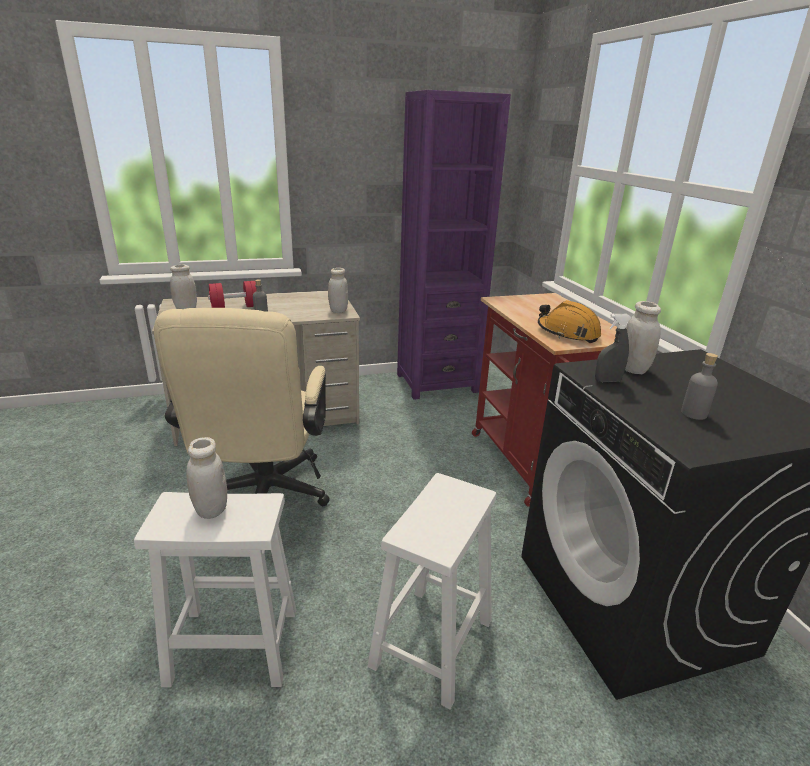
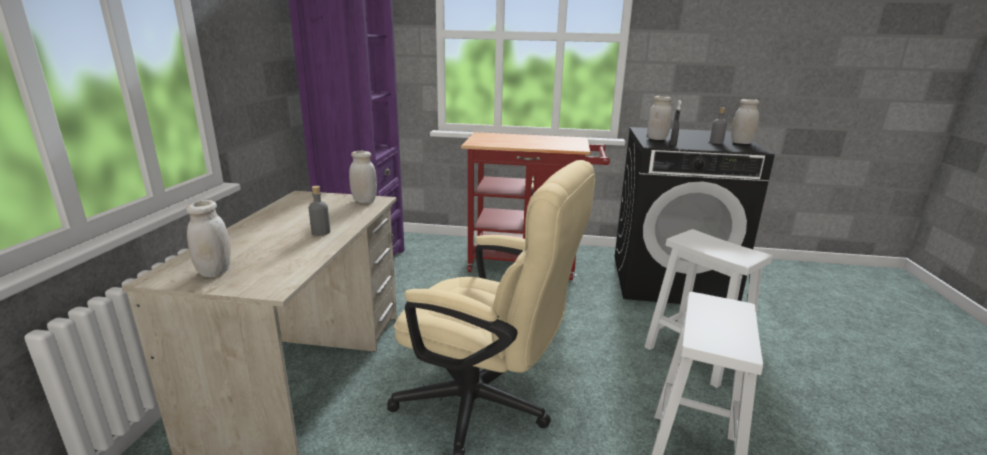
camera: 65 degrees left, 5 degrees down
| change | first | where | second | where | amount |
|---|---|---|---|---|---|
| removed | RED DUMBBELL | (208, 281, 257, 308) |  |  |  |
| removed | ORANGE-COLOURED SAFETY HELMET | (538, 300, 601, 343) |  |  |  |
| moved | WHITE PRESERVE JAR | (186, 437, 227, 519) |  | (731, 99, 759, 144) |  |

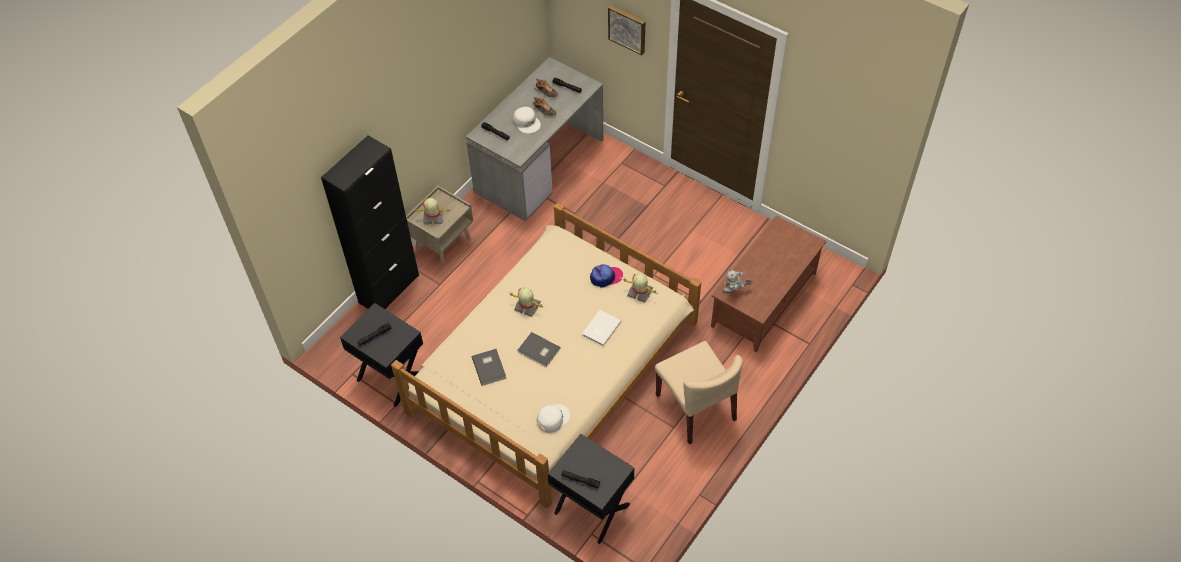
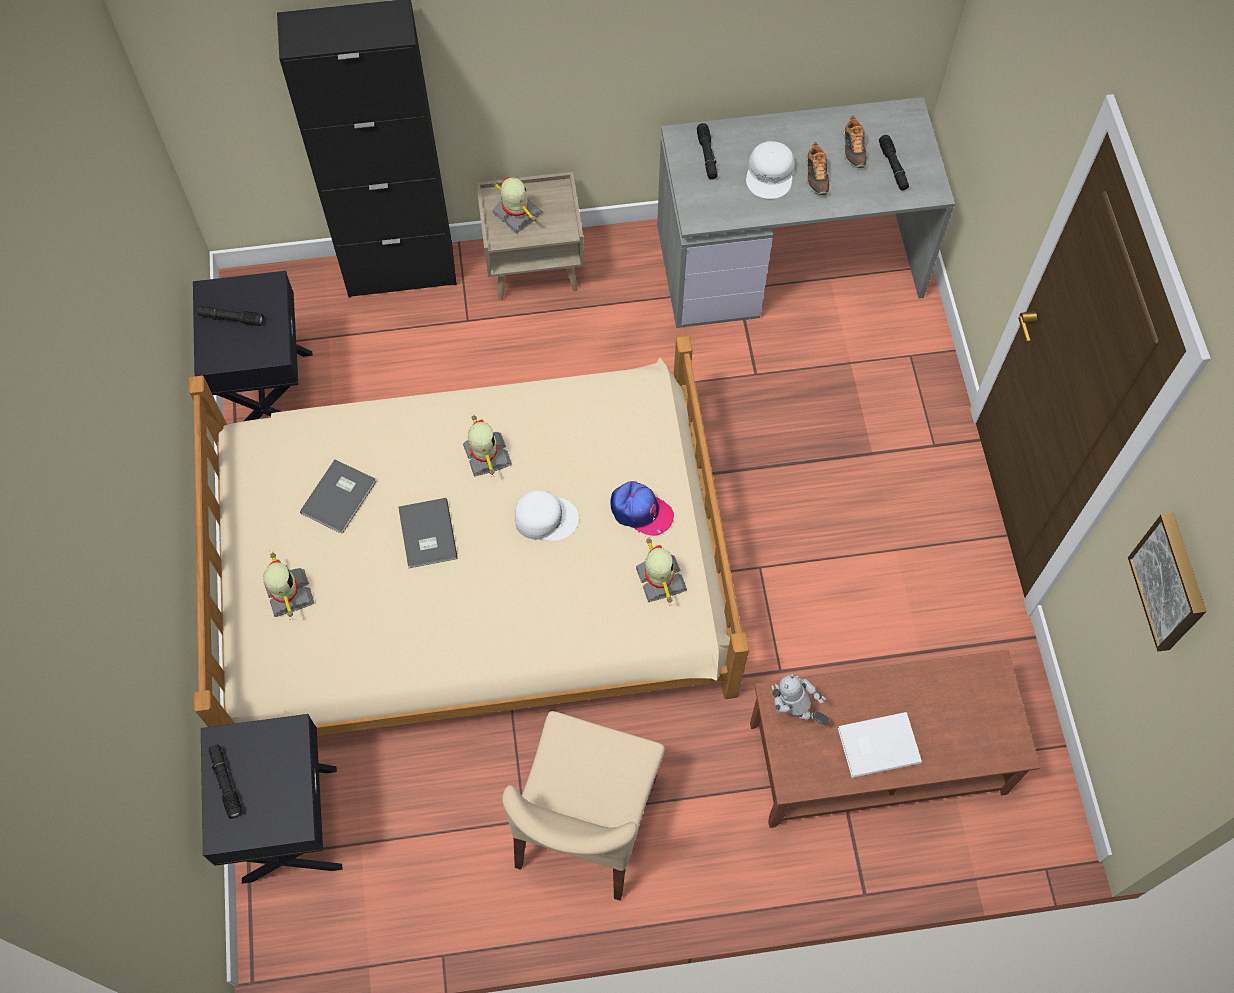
camera: 45 degrees right, 10 degrees up
| change | first | where | second | where | amount |
|---|---|---|---|---|---|
| added |  |  | TOY ROBOT | (263, 551, 314, 620) |  |
| moved | WHITE CAP | (537, 404, 570, 433) |  | (515, 490, 579, 541) |  |
| moved | WHITE BOOK | (582, 310, 621, 346) |  | (838, 712, 922, 778) |  |
| moved | WALL ART | (608, 5, 646, 55) |  | (1128, 513, 1206, 652) |  |

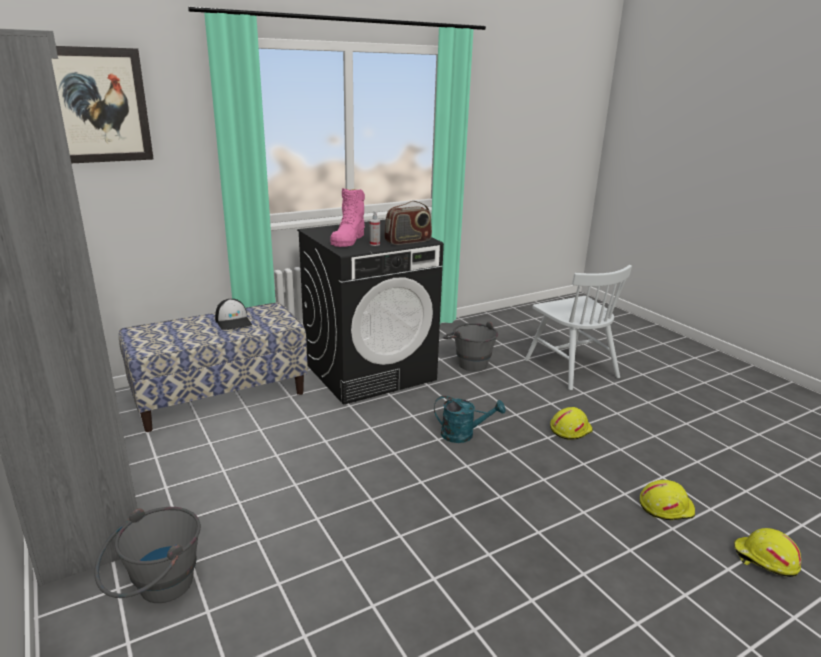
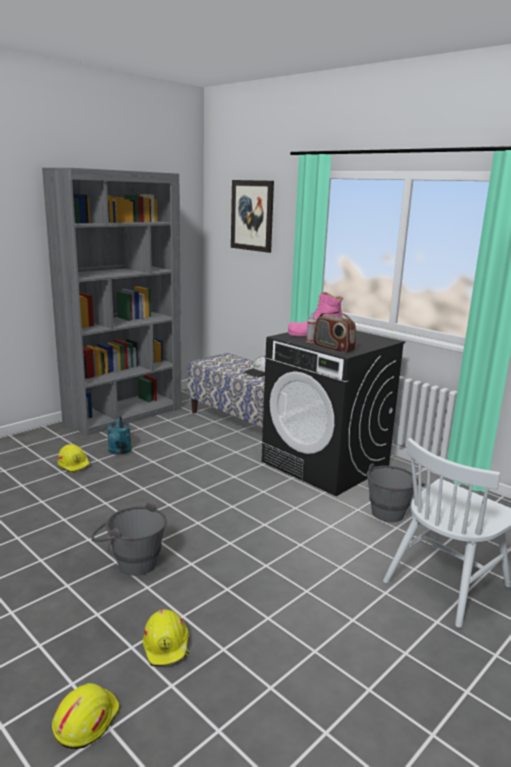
camera: 75 degrees right, 5 degrees down
| change | first | where | second | where | amount |
|---|---|---|---|---|---|
| moved | GREY WATER BUCKET | (94, 507, 201, 603) |  | (91, 502, 167, 576) |  |
| moved | TURQUOISE WATERING POT | (434, 396, 506, 443) |  | (107, 415, 132, 455) |  |
| moved | YELLOWISH SAFETY HELMET | (550, 407, 593, 440) |  | (57, 444, 90, 473) |  |

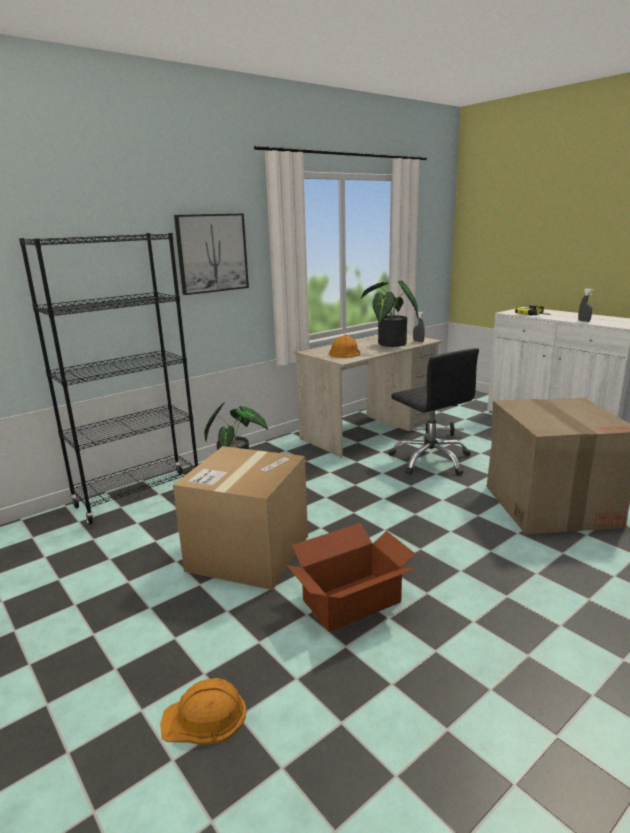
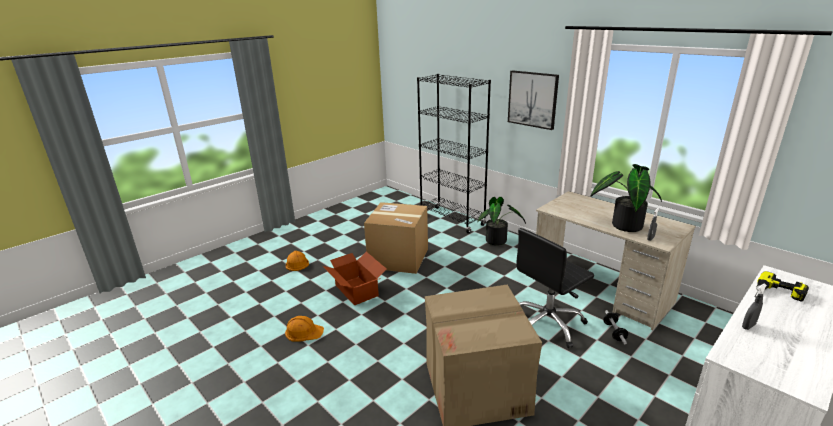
camera: 85 degrees right, 5 degrees up
| change | first | where | second | where | amount |
|---|---|---|---|---|---|
| moved | ORANGE-COLOURED SAFETY HELMET | (329, 335, 360, 358) |  | (285, 316, 324, 342) |  |

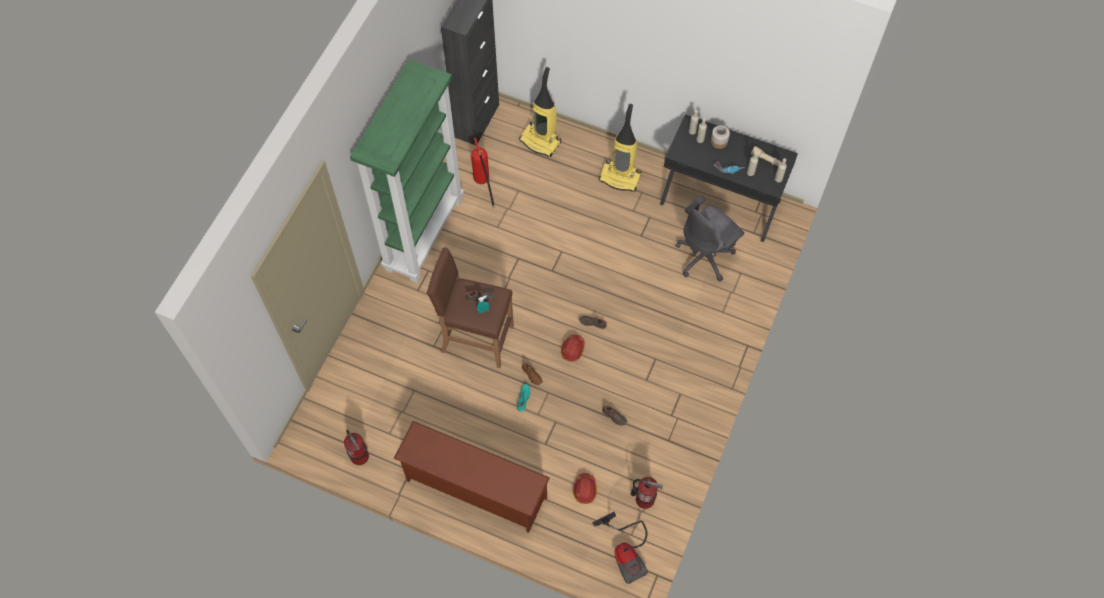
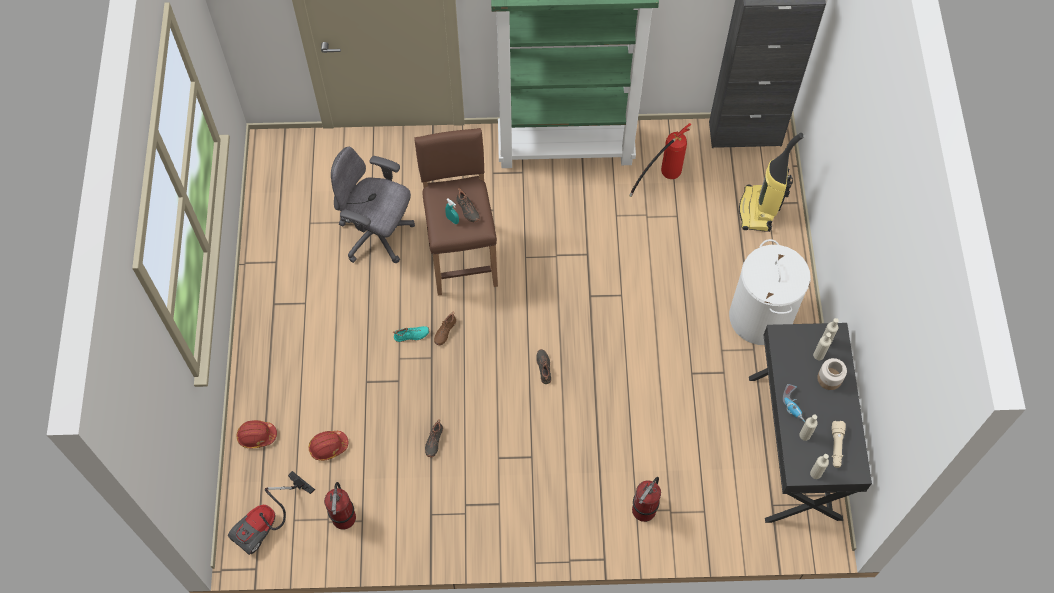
camera: 65 degrees right, 0 degrees up
| change | first | where | second | where | amount |
|---|---|---|---|---|---|
| removed | BROWNISH SHOE SHELF | (394, 421, 550, 533) |  |  |  |
| moved | EXTINGUISHER | (344, 430, 369, 465) |  | (632, 477, 661, 522) |  |
| moved | RED SAFETY HELMET | (561, 335, 585, 362) |  | (237, 420, 277, 448) |  |
| moved | GREY COMPUTER CHAIR | (676, 196, 744, 281) |  | (331, 146, 415, 263) |  |
| replaced | VACUUM CLEANER | (599, 104, 642, 192) | WHITE WASHING BASKET | (729, 239, 811, 345) |  |

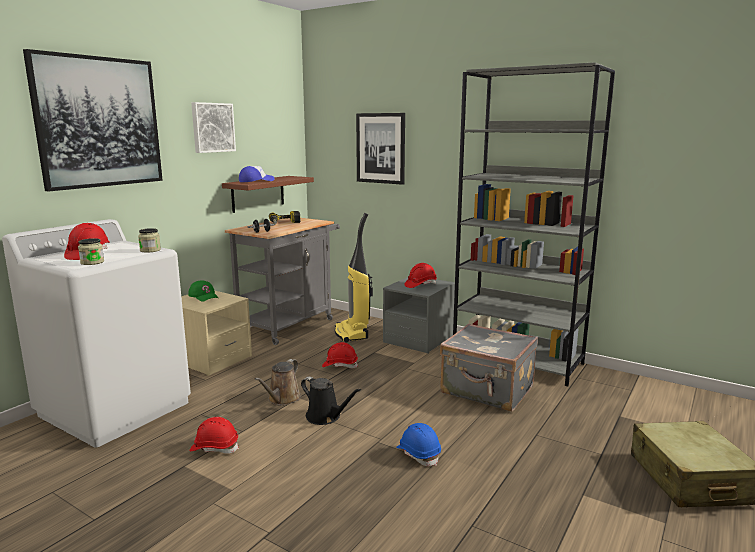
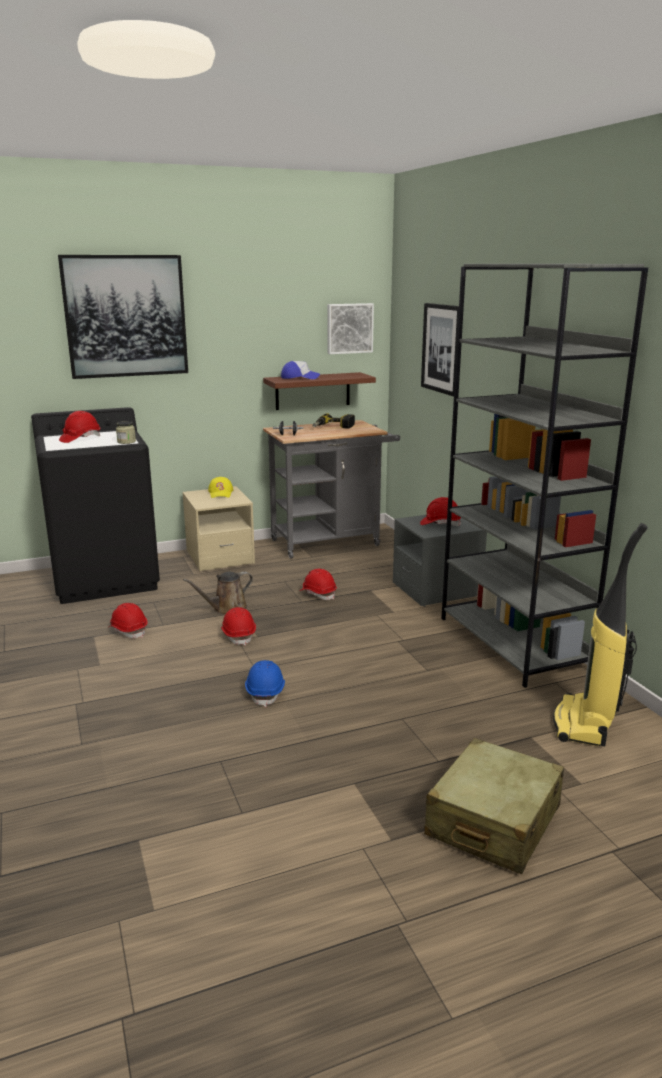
camera: 35 degrees right, 5 degrees up
| change | first | where | second | where | amount |
|---|---|---|---|---|---|
| removed | PRESERVE JAR | (78, 238, 104, 265) |  |  |  |
| removed | GREY PIECE OF LUGGAGE | (440, 323, 538, 412) |  |  |  |
| moved | WALL ART | (191, 102, 236, 153) |  | (327, 303, 374, 354) |  |
| moved | VACUUM CLEANER | (335, 213, 373, 343) |  | (553, 523, 648, 746) |  |
| replaced | BLACK WATERING POT | (301, 377, 361, 425) | RED SAFETY HELMET | (221, 607, 256, 646) |  |
| recoloured | WHITE WASHING MACHINE | (2, 219, 191, 448) | BLACK WASHING MACHINE | (31, 407, 160, 604) |  |
| recoloured | GREEN-COLOURED CAP | (188, 280, 218, 302) | YELLOWISH CAP | (208, 477, 233, 498) |  |

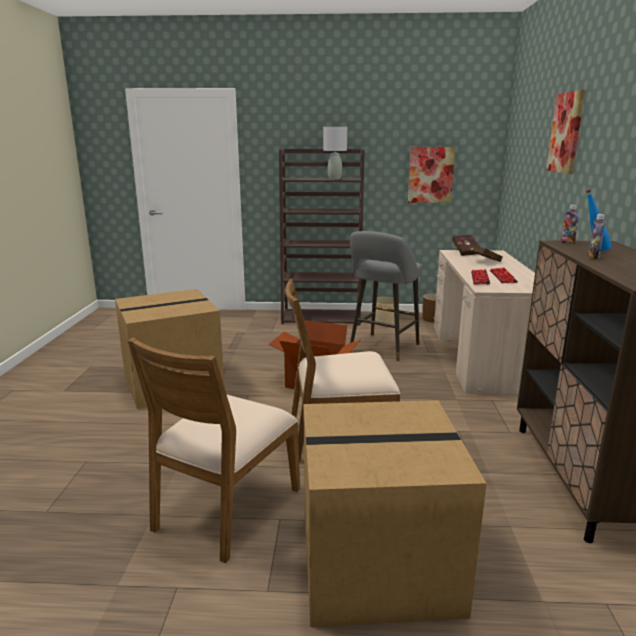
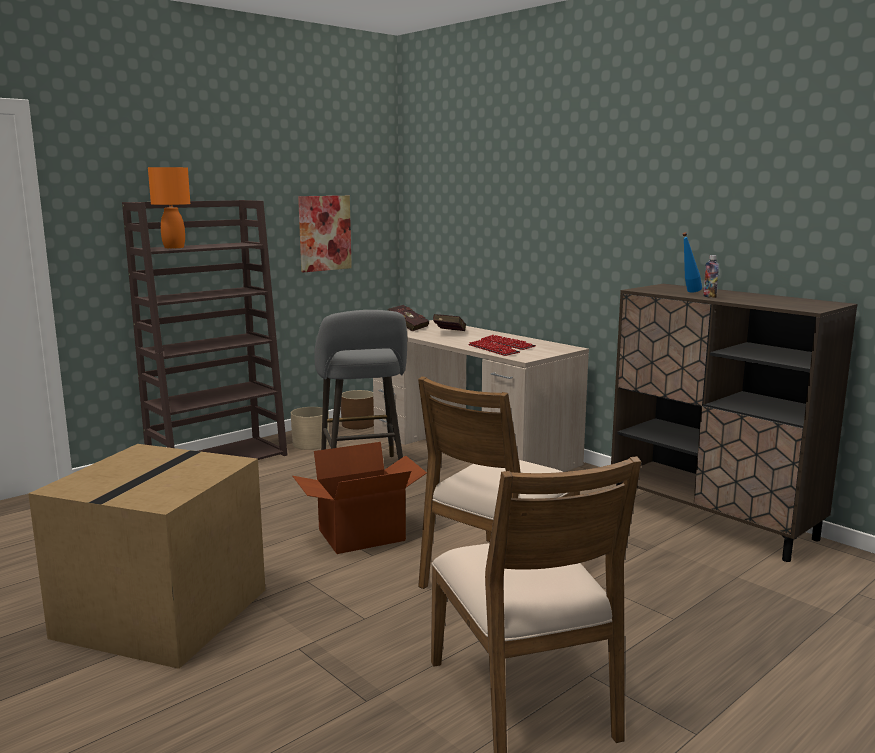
camera: 45 degrees left, 5 degrees down
| change | first | where | second | where | amount |
|---|---|---|---|---|---|
| removed | CARDBOARD BOX | (303, 400, 487, 627) |  |  |  |
| removed | GREY TABLE LAMP | (323, 127, 347, 179) |  |  |  |
| removed | WALL ART | (546, 90, 585, 174) |  |  |  |
| removed | BEVERAGE BOTTLE | (561, 205, 579, 244) |  |  |  |
| added |  |  | ORANGE-COLOURED TABLE LAMP | (148, 167, 190, 249) |  |

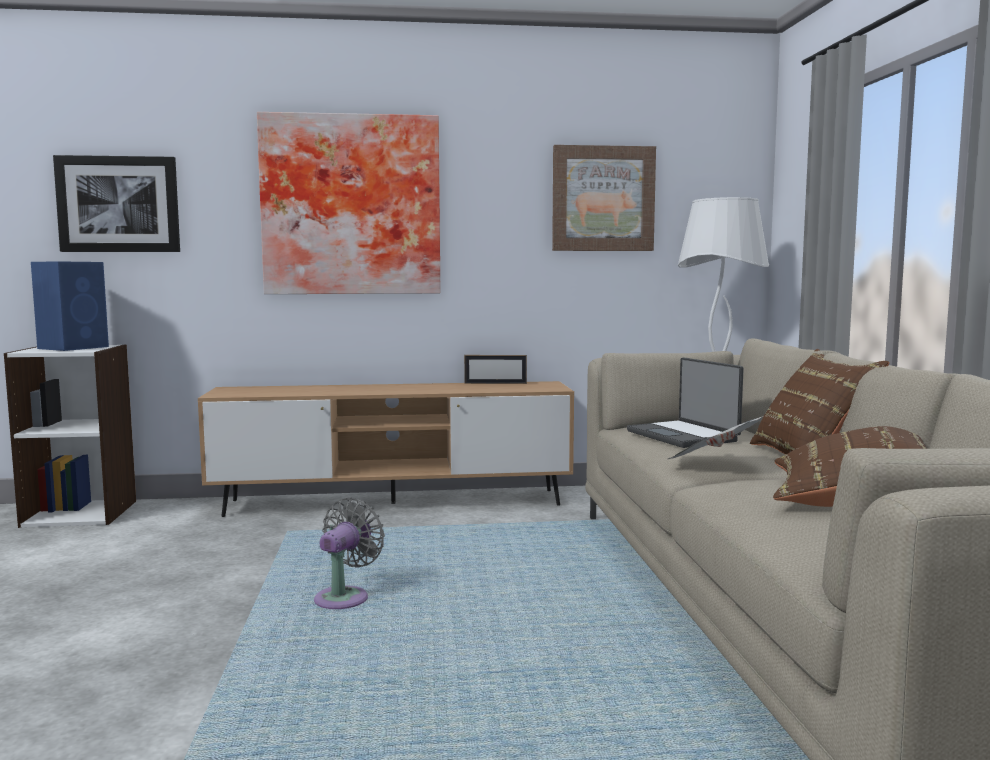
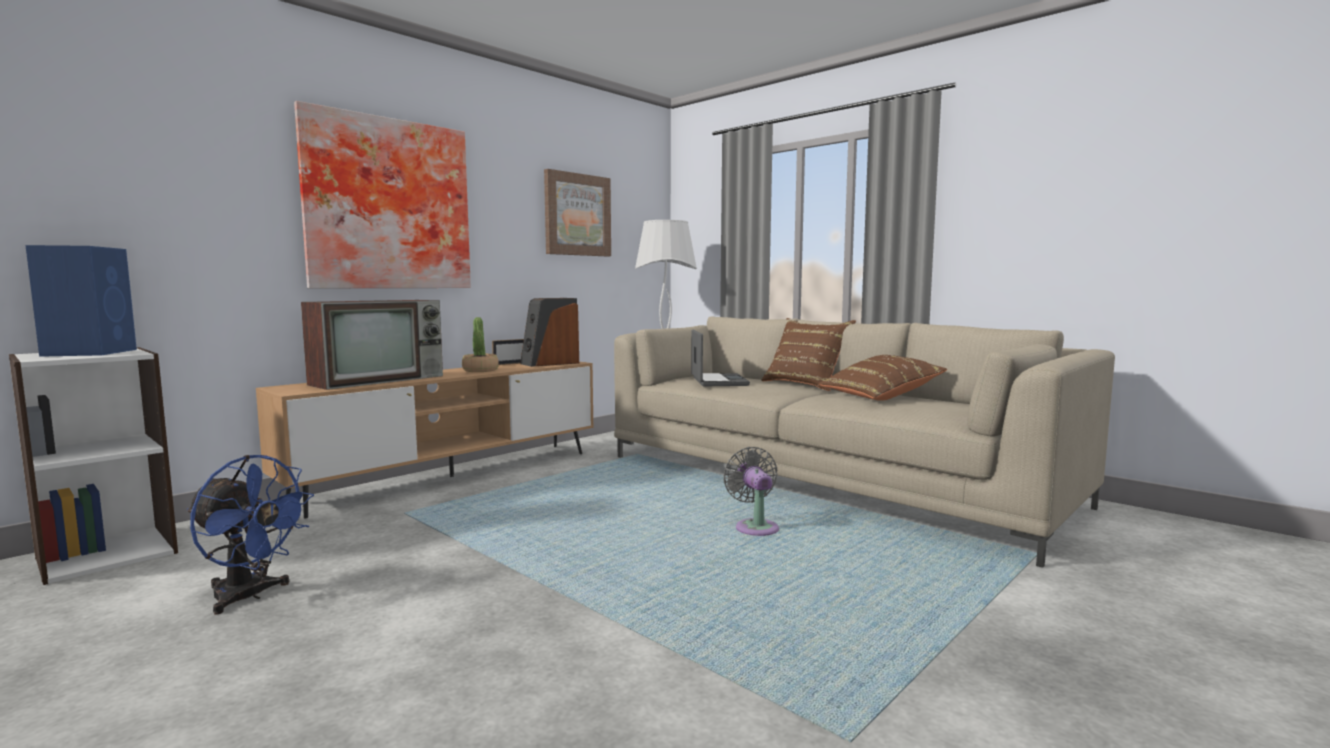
camera: 40 degrees left, 0 degrees up
| change | first | where | second | where | amount |
|---|---|---|---|---|---|
| removed | WALL ART | (53, 155, 180, 252) |  |  |  |
| removed | DAILY PAPER | (668, 416, 763, 459) |  |  |  |
| added |  |  | BLUE-COLOURED COOLING FAN | (187, 455, 314, 615) |  |
| added |  |  | TV | (301, 300, 443, 390) |  |
| added |  |  | HOUSEPLANT | (462, 317, 499, 372) |  |
| added |  |  | AUDIO SPEAKER | (520, 298, 579, 367) |  |
| moved | GREY COOLING FAN | (314, 498, 385, 609) |  | (723, 447, 779, 536) |  |
| turned | LAPTOP | (627, 357, 744, 448) |  | (691, 330, 750, 386) | 120 degrees counterclockwise |

